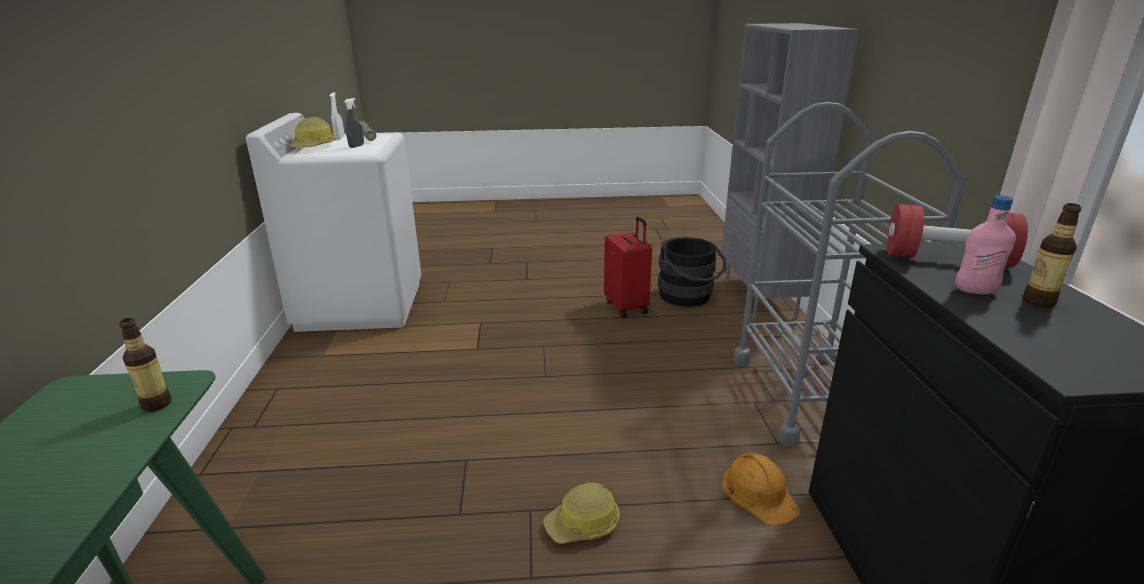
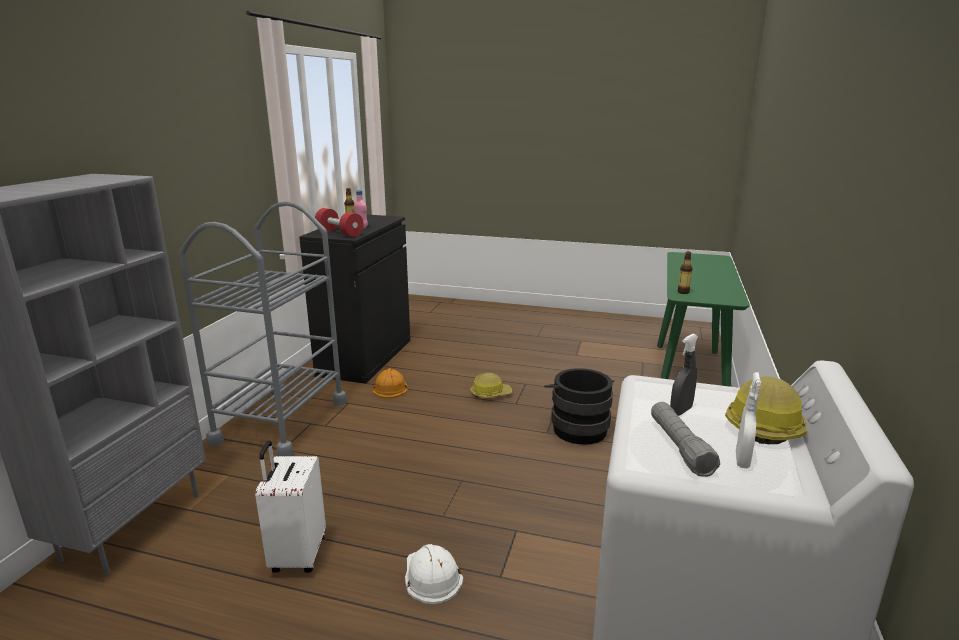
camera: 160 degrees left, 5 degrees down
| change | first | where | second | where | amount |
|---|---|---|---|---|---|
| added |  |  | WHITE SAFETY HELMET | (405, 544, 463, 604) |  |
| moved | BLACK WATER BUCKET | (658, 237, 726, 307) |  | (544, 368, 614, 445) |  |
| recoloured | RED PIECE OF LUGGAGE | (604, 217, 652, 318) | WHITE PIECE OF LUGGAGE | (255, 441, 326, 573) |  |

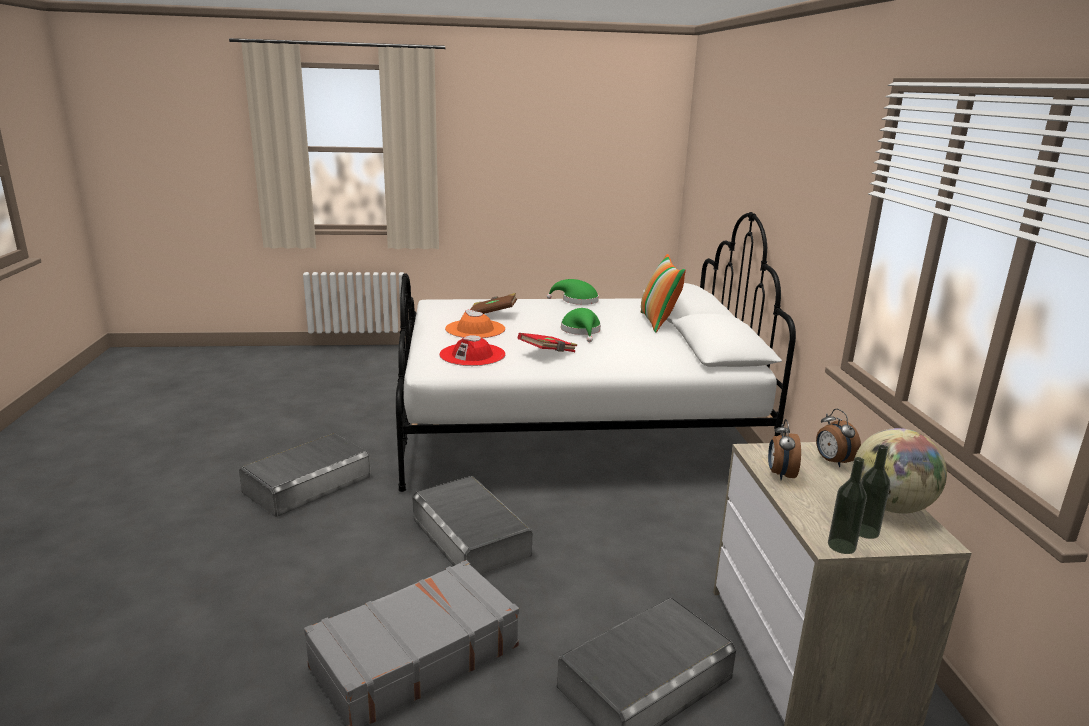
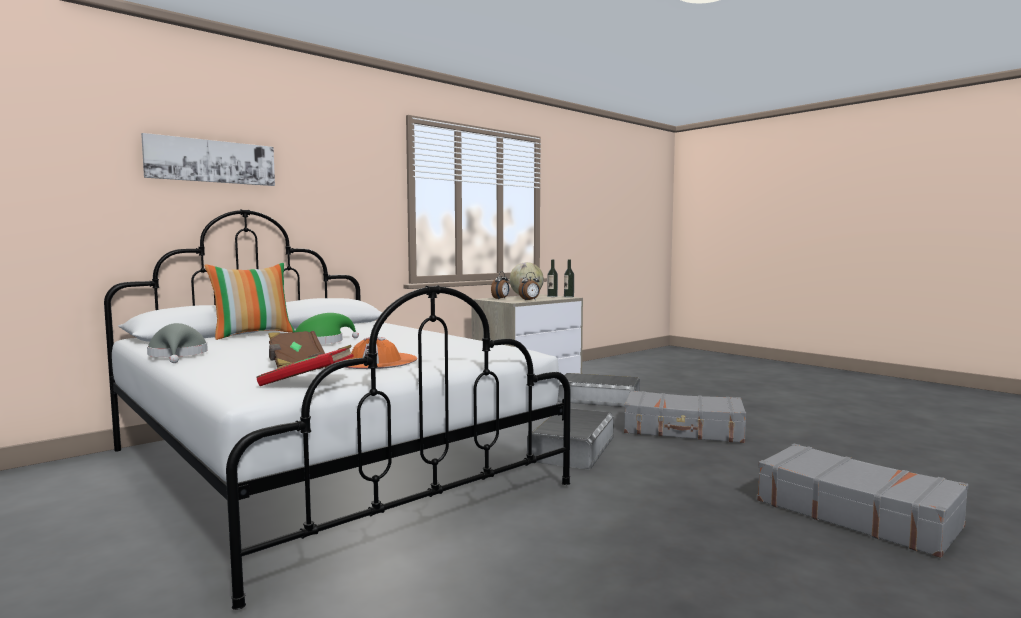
camera: 125 degrees left, 15 degrees down
| change | first | where | second | where | amount |
|---|---|---|---|---|---|
| removed | GREY STORAGE CONTAINER | (239, 433, 371, 517) |  |  |  |
| removed | RED CLOTHING HAT | (439, 335, 506, 366) |  |  |  |
| added |  |  | WALL ART | (141, 133, 275, 186) |  |
| added |  |  | GREY PIECE OF LUGGAGE | (757, 444, 968, 558) |  |
| moved | RED BOOK | (518, 333, 577, 352) |  | (257, 345, 354, 386) |  |
| recoloured | GREEN-COLOURED CLOTHING HAT | (547, 279, 599, 305) | GREY CLOTHING HAT | (147, 323, 208, 363) |  |

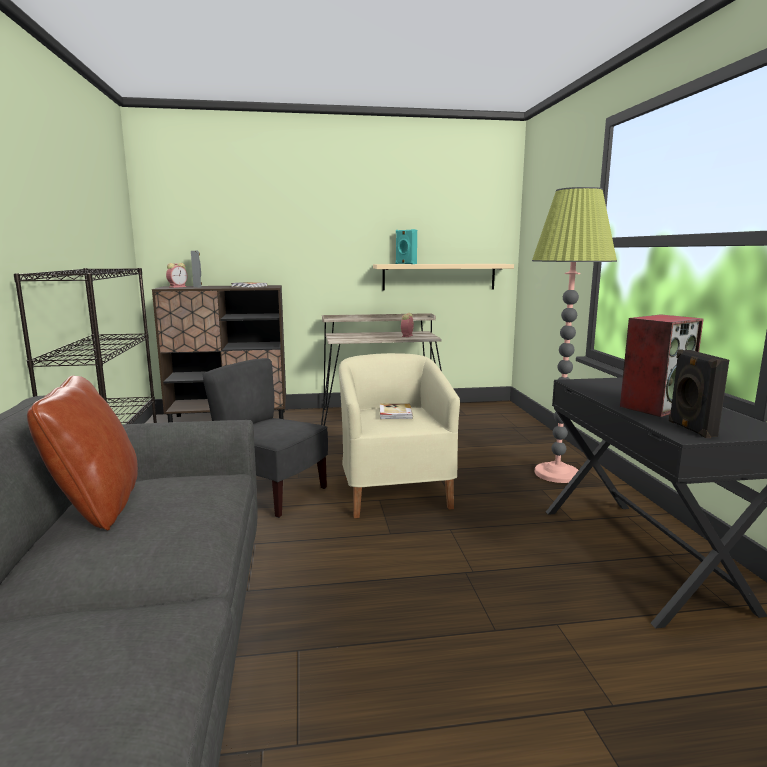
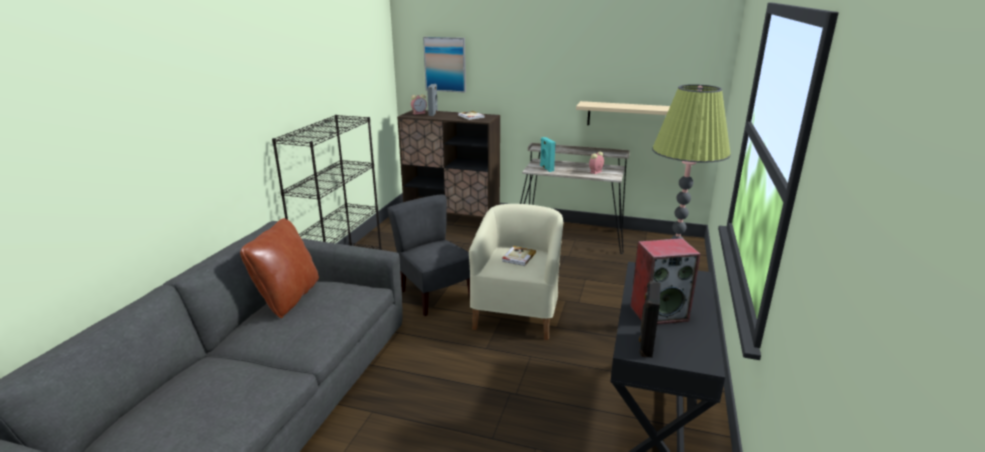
camera: 25 degrees right, 10 degrees up
| change | first | where | second | where | amount |
|---|---|---|---|---|---|
| added |  |  | WALL ART | (423, 37, 466, 93) |  |
| moved | TURQUOISE AUDIO SPEAKER | (396, 229, 417, 264) |  | (540, 137, 556, 172) |  |

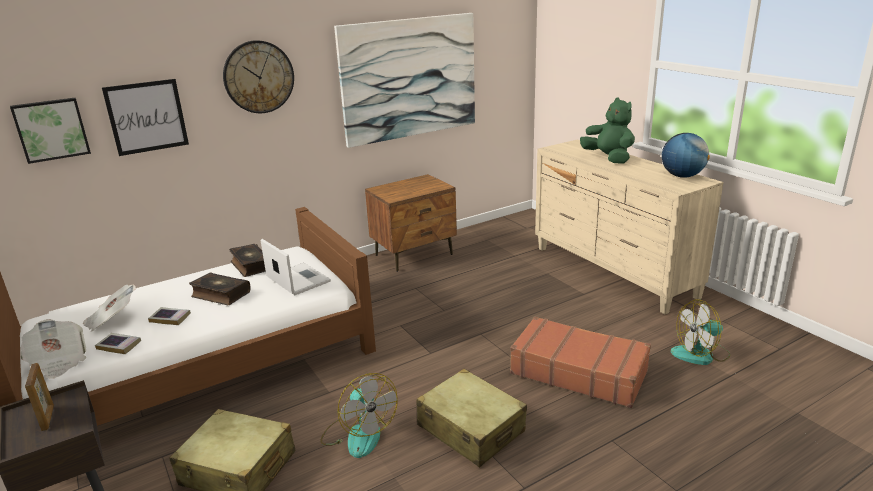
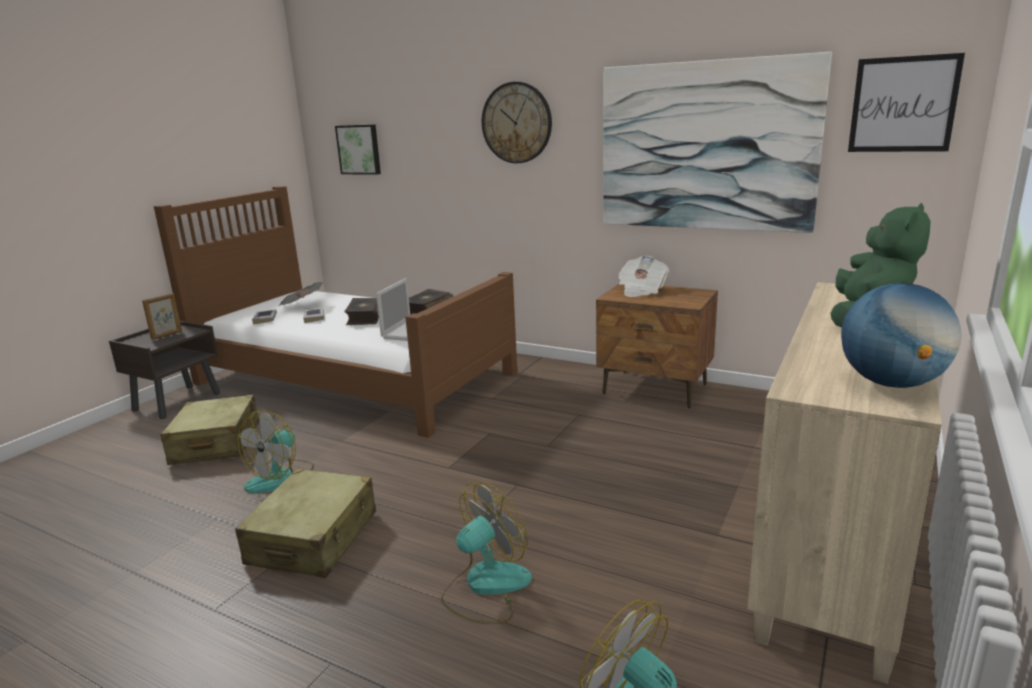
camera: 60 degrees right, 5 degrees down
| change | first | where | second | where | amount |
|---|---|---|---|---|---|
| moved | DAILY PAPER | (20, 319, 86, 379) |  | (618, 256, 669, 297) |  |
| moved | WALL ART | (102, 79, 189, 156) |  | (848, 53, 965, 152) |  |
| replaced | BROWNISH PIECE OF LUGGAGE | (510, 316, 651, 408) | COOLING FAN | (441, 482, 532, 624) |  |

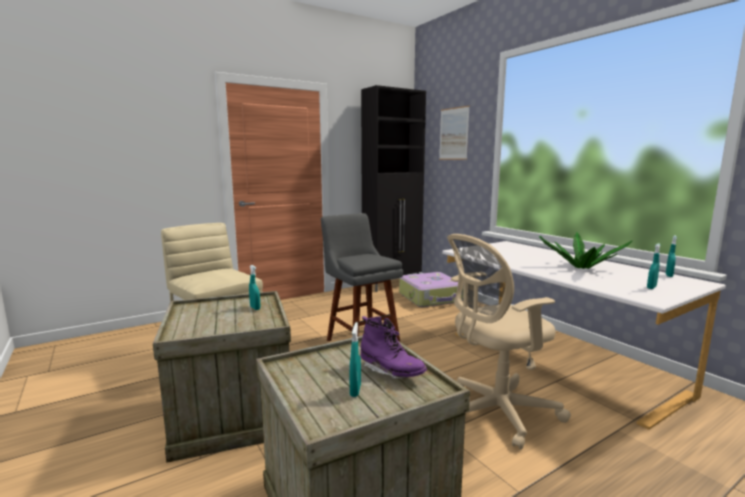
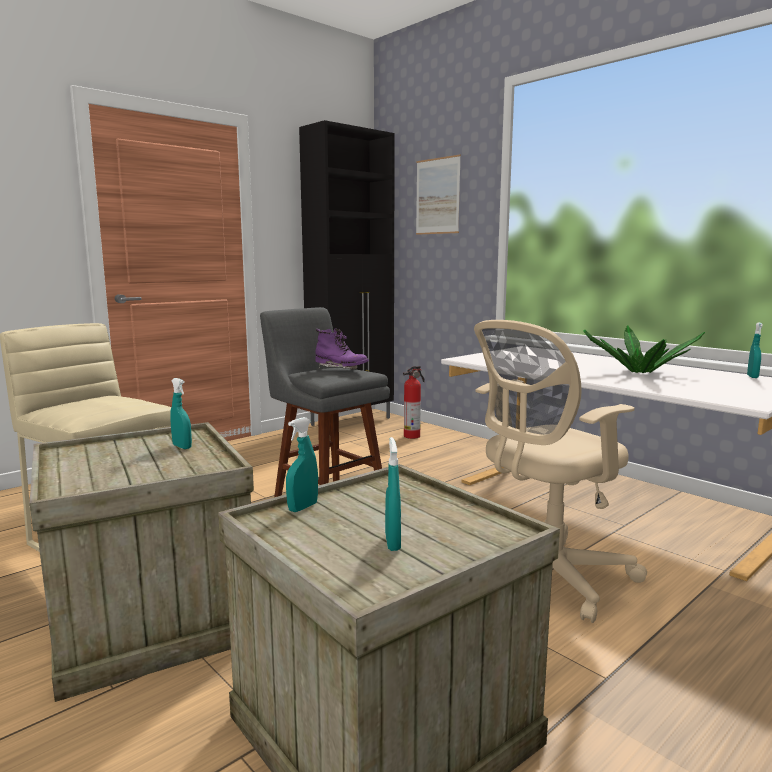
camera: 10 degrees left, 0 degrees up
| change | first | where | second | where | amount |
|---|---|---|---|---|---|
| moved | PURPLISH TALL BOOT | (361, 316, 427, 379) |  | (315, 328, 369, 370) |  |
| moved | TURQUOISE SPRAY BOTTLE | (647, 243, 660, 289) |  | (286, 417, 318, 512) |  |
| replaced | PIECE OF LUGGAGE | (399, 272, 462, 307) | EXTINGUISHER | (403, 366, 425, 439) |  |

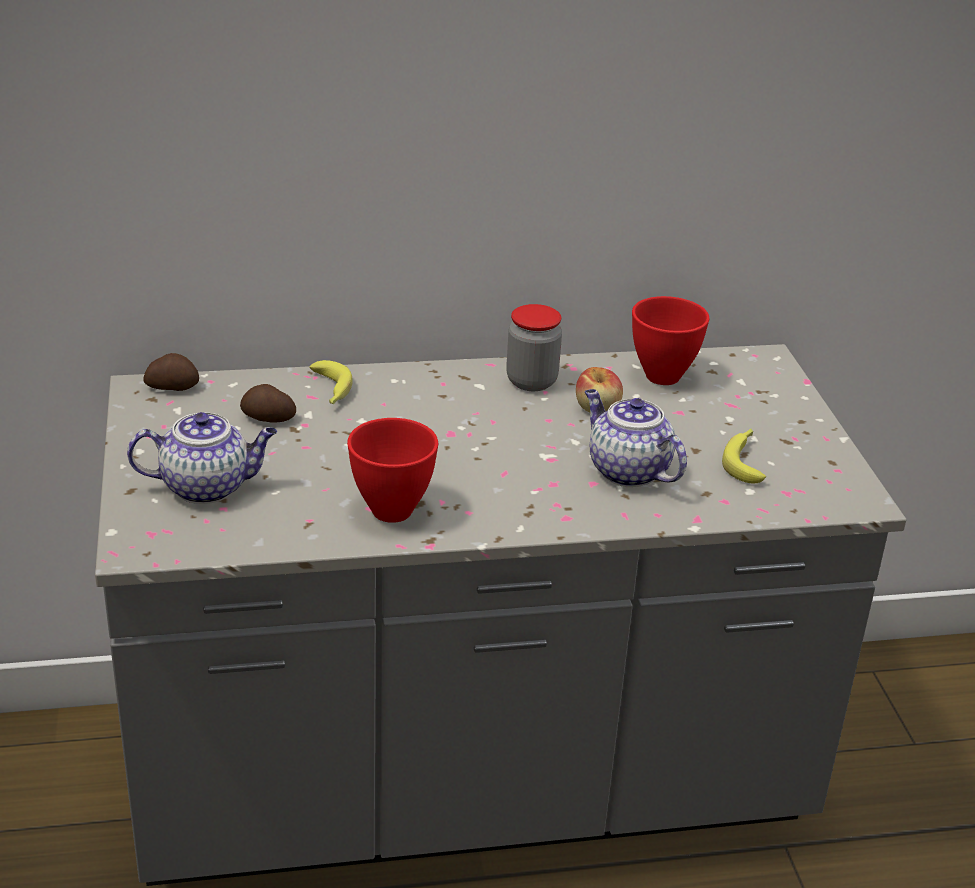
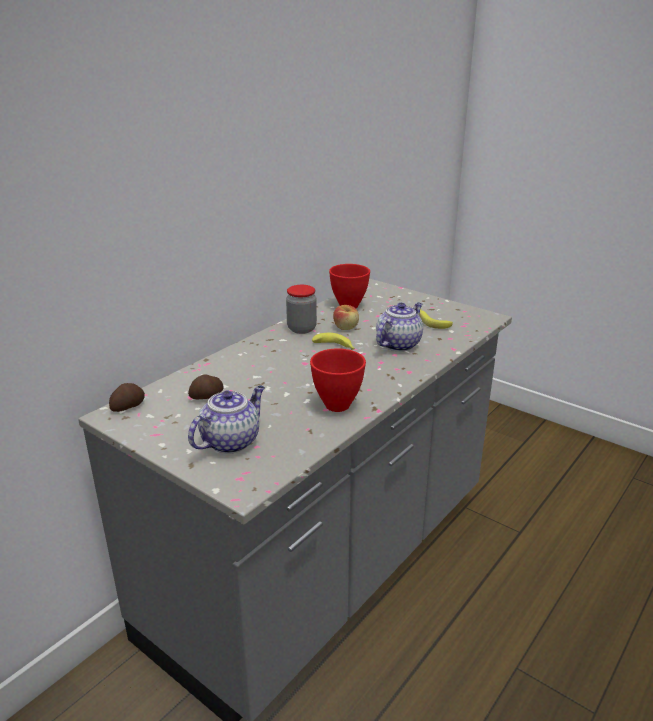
camera: 40 degrees left, 5 degrees down
| change | first | where | second | where | amount |
|---|---|---|---|---|---|
| moved | WHOLE BANANA | (309, 360, 353, 405) |  | (312, 333, 355, 350) |  |
| turned | POT FOR TEA | (585, 389, 687, 487) |  | (376, 302, 423, 352) | 120 degrees clockwise |

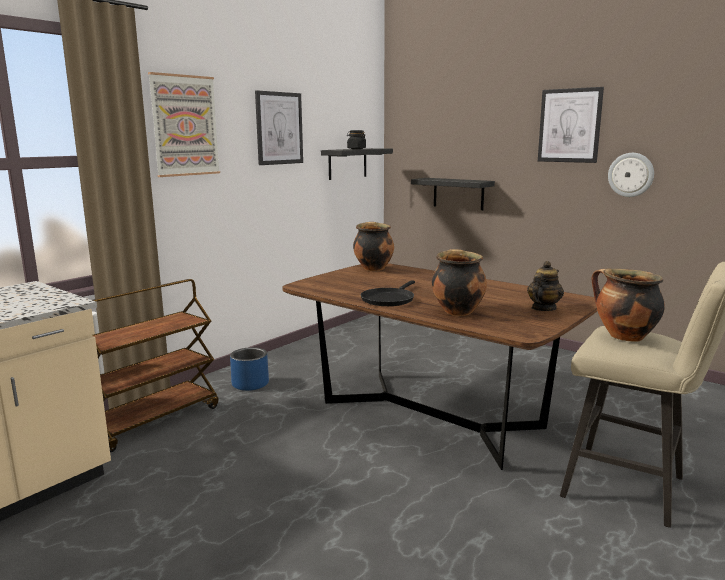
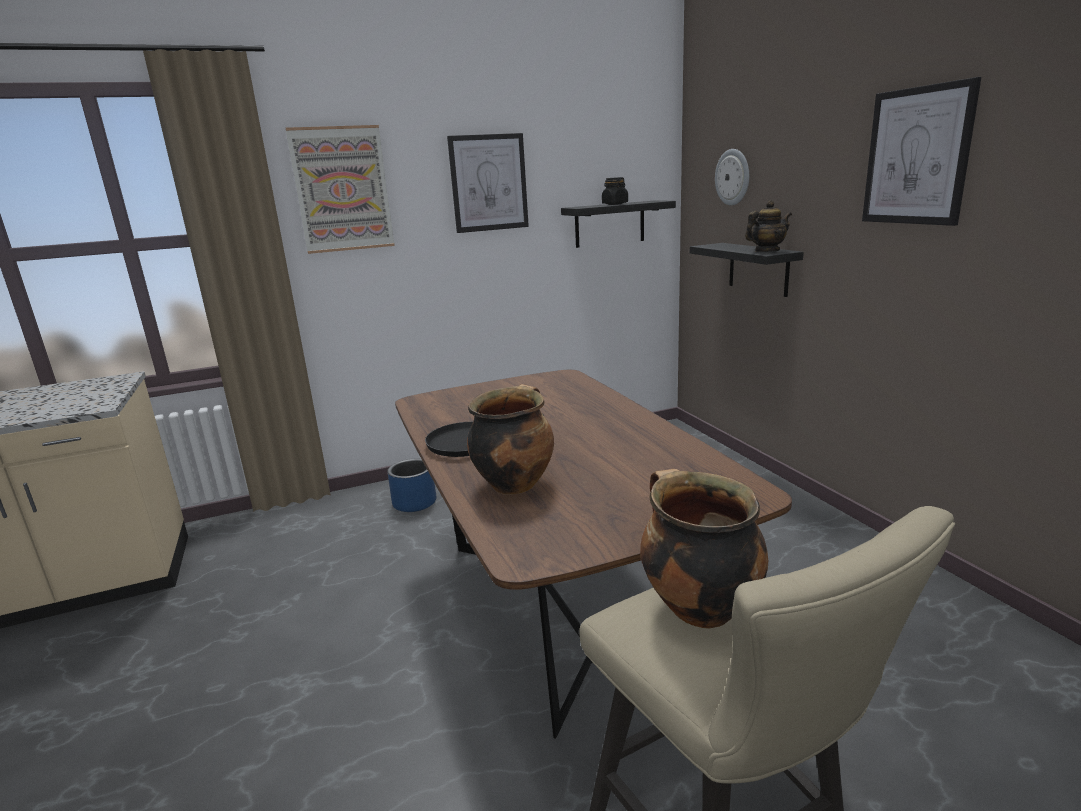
camera: 30 degrees right, 5 degrees up
| change | first | where | second | where | amount |
|---|---|---|---|---|---|
| removed | BROWNISH CART | (92, 279, 218, 453) |  |  |  |
| removed | STOCKPOT | (353, 222, 394, 271) |  |  |  |
| moved | POT FOR TEA | (527, 261, 564, 311) |  | (745, 200, 792, 252) |  |
| moved | HANGING CLOCK | (608, 153, 654, 197) |  | (715, 149, 749, 205) |  |

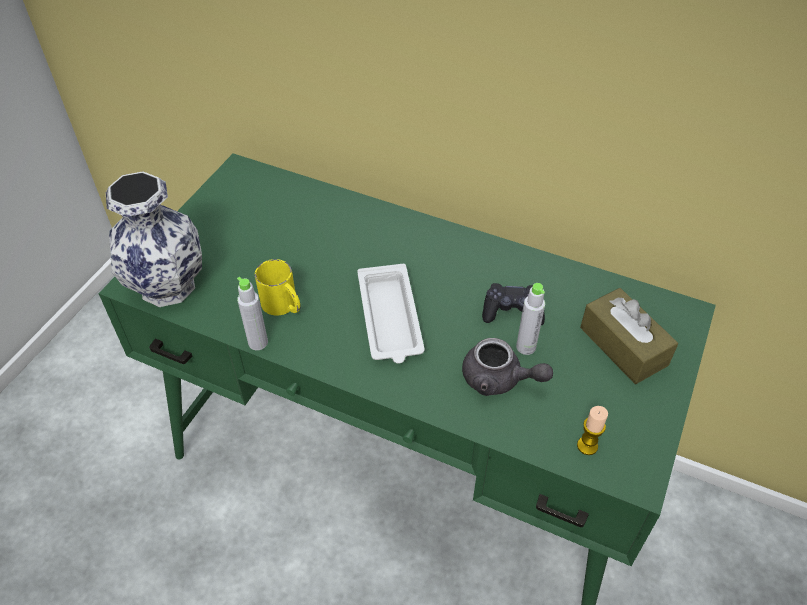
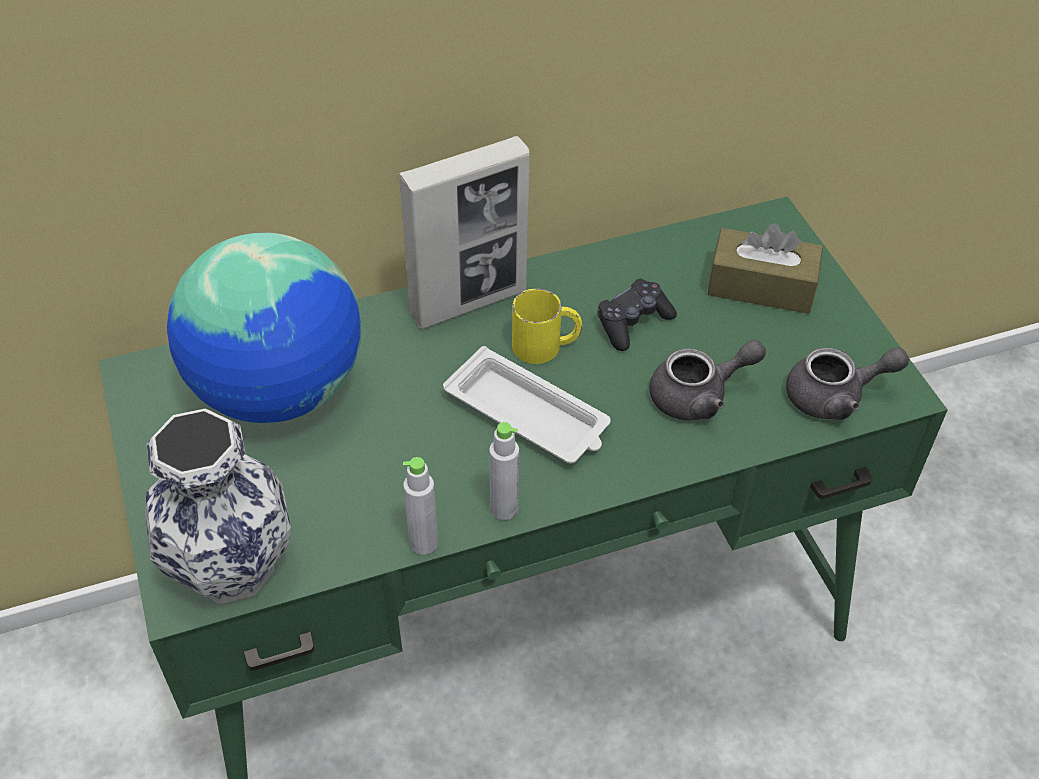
camera: 45 degrees left, 0 degrees up
| change | first | where | second | where | amount |
|---|---|---|---|---|---|
| added |  |  | DESK GLOBE | (167, 233, 361, 423) |  |
| added |  |  | PHOTO FRAME | (399, 136, 530, 329) |  |
| moved | YELLOWISH MUG | (255, 259, 301, 316) |  | (512, 288, 582, 364) |  |
| moved | GREY BEVERAGE BOTTLE | (516, 283, 545, 355) |  | (489, 422, 519, 520) |  |
| replaced | CANDLE | (577, 406, 608, 455) | GREY POT FOR TEA | (786, 348, 909, 420) |  |

